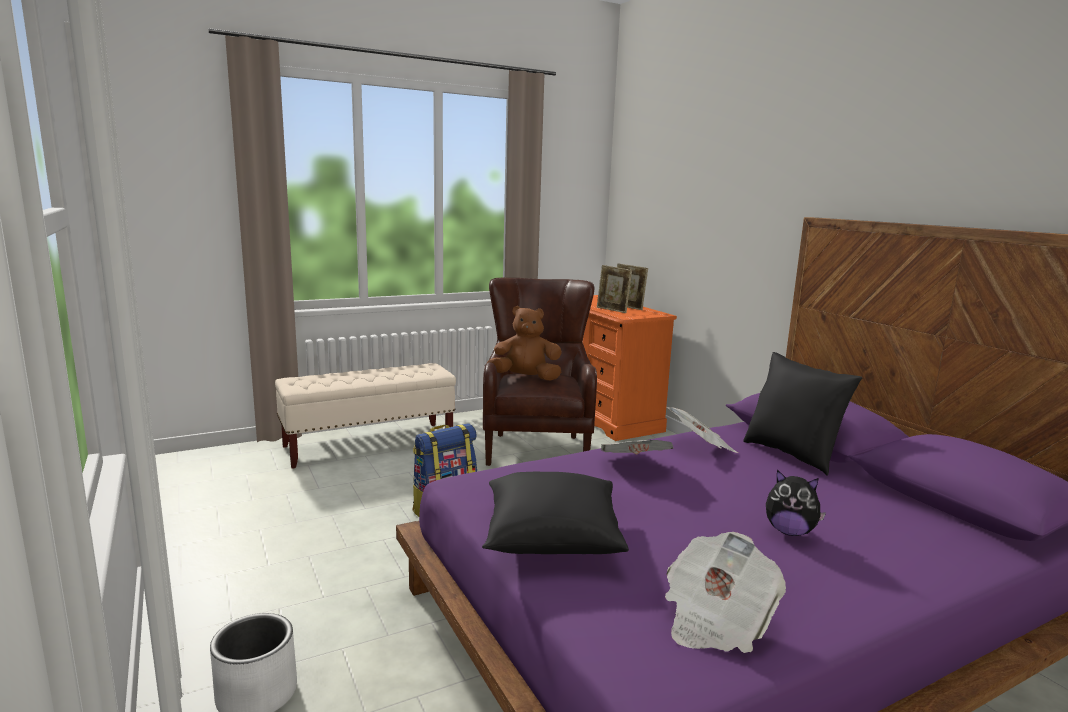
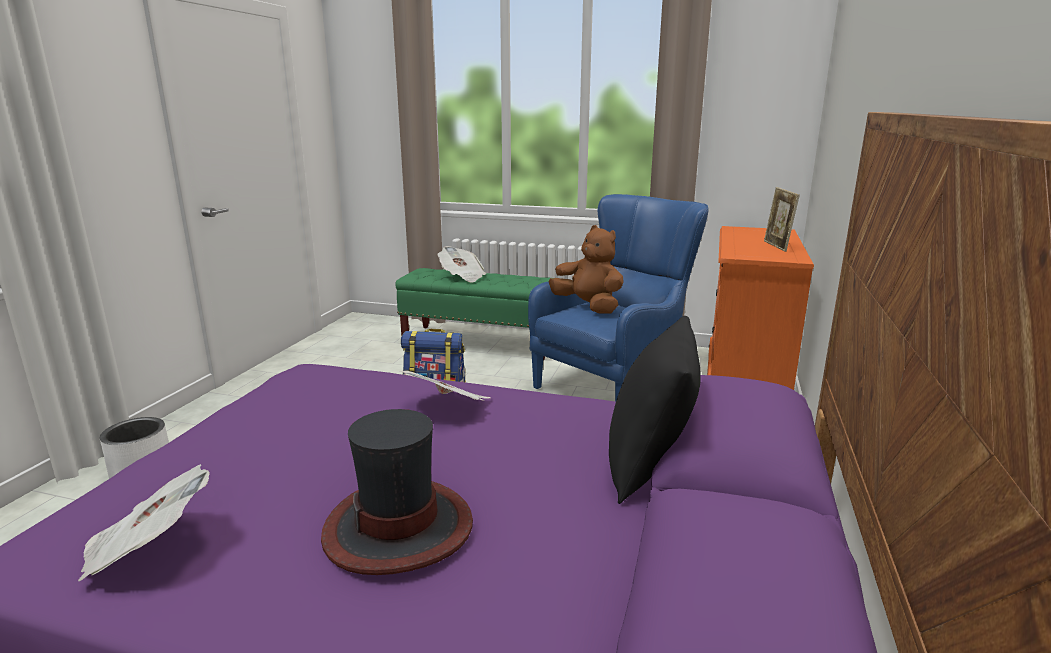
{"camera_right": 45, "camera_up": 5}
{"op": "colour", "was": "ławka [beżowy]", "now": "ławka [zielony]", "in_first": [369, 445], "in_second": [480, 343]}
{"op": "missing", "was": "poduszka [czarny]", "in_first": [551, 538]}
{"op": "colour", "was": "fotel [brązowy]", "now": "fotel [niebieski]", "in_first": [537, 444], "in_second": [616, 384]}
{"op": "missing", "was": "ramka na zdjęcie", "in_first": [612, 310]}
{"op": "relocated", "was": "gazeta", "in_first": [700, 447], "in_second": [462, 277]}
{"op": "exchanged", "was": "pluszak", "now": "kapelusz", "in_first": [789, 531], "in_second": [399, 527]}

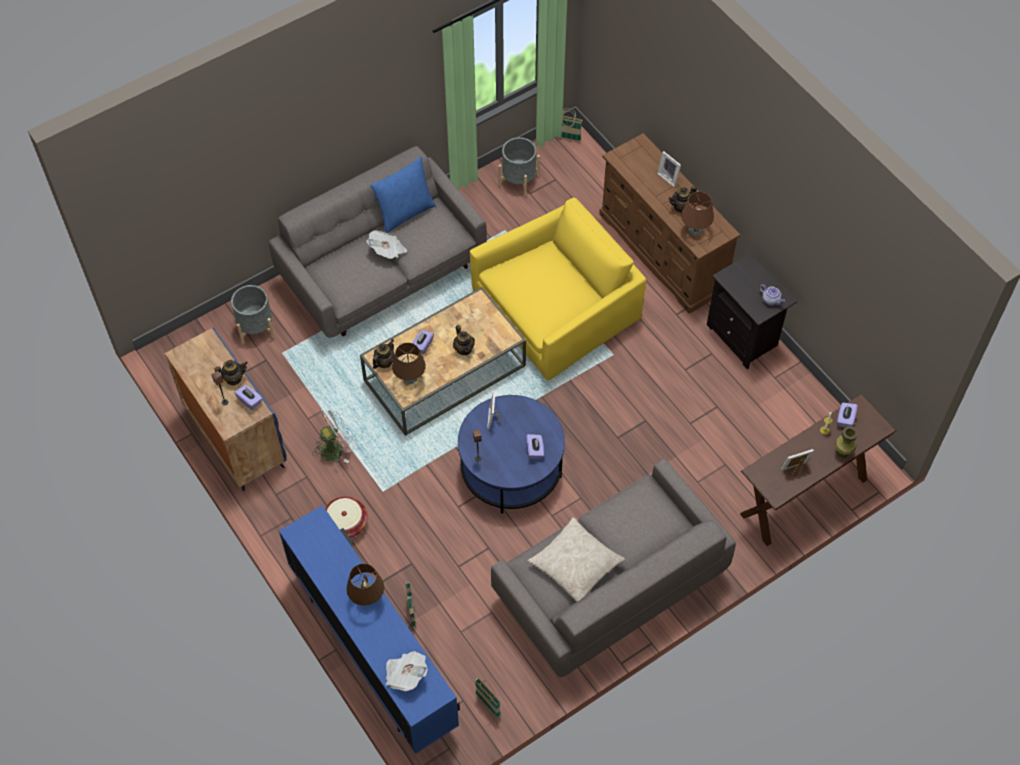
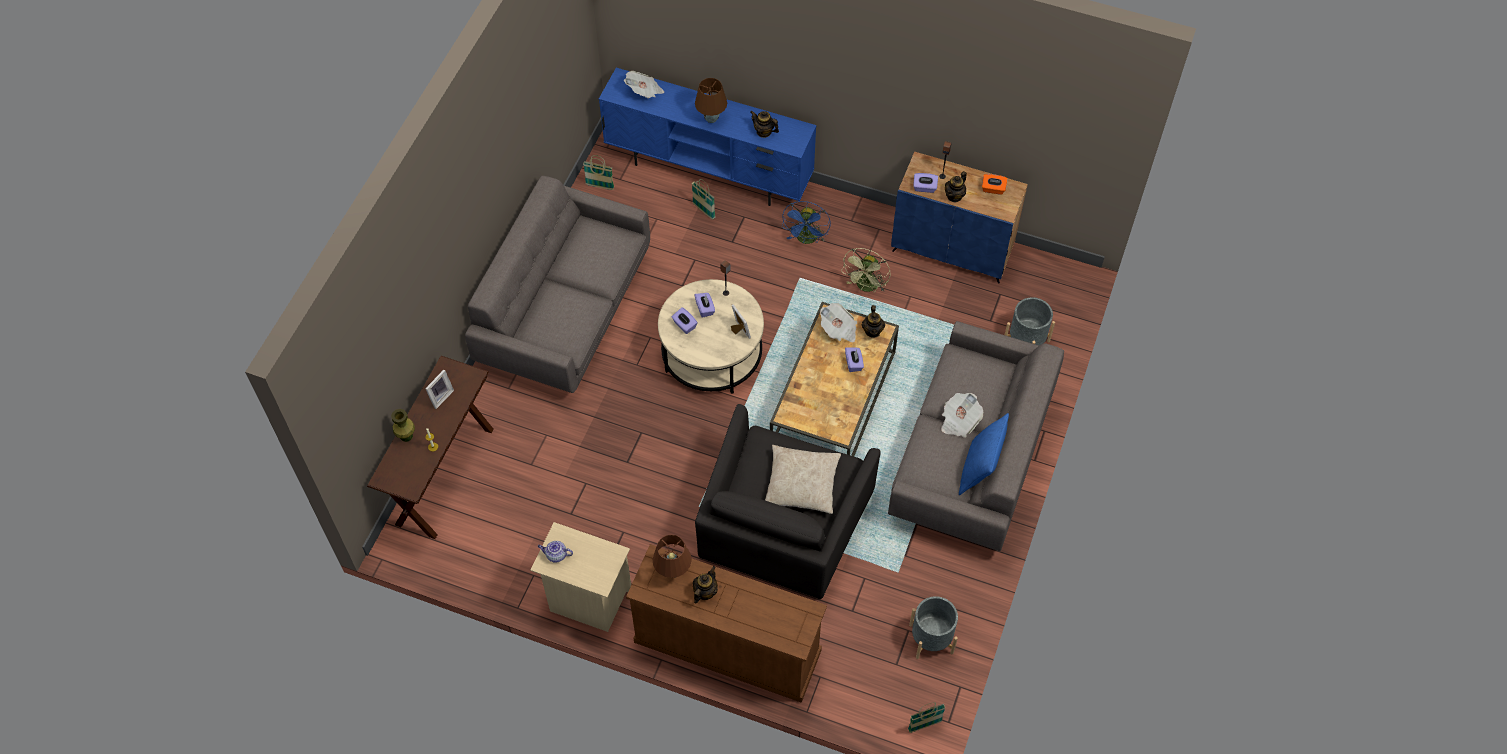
{"camera_right": 145, "camera_up": 0}
{"op": "colour", "was": "wentylator [biały]", "now": "wentylator [zielony]", "in_first": [336, 448], "in_second": [866, 287]}
{"op": "exchanged", "was": "koszyk", "now": "wentylator [niebieski]", "in_first": [346, 523], "in_second": [806, 240]}
{"op": "exchanged", "was": "lampa stołowa [brązowy]", "now": "gazeta", "in_first": [410, 379], "in_second": [839, 329]}
{"op": "relocated", "was": "imbryk", "in_first": [464, 349], "in_second": [764, 132]}
{"op": "colour", "was": "ława [niebieski]", "now": "ława [beżowy]", "in_first": [511, 469], "in_second": [712, 354]}
{"op": "colour", "was": "fotel [żółty]", "now": "fotel [czarny]", "in_first": [557, 309], "in_second": [783, 520]}
{"op": "relocated", "was": "poduszka [beżowy]", "in_first": [575, 564], "in_second": [802, 484]}
{"op": "missing", "was": "ramka na zdjęcie", "in_first": [669, 177]}
{"op": "colour", "was": "szafka nocna [czarny]", "now": "szafka nocna [beżowy]", "in_first": [744, 336], "in_second": [587, 600]}
{"op": "relocated", "was": "pudełko chusteczek [fioletowy]", "in_first": [845, 419], "in_second": [705, 309]}
{"op": "appeared", "now": "pudełko chusteczek [pomarańczowy]", "in_second": [993, 189]}

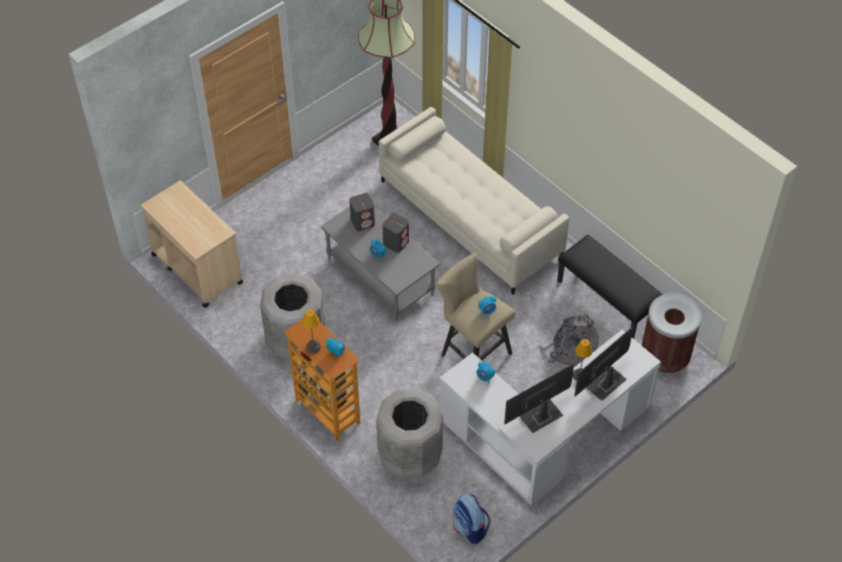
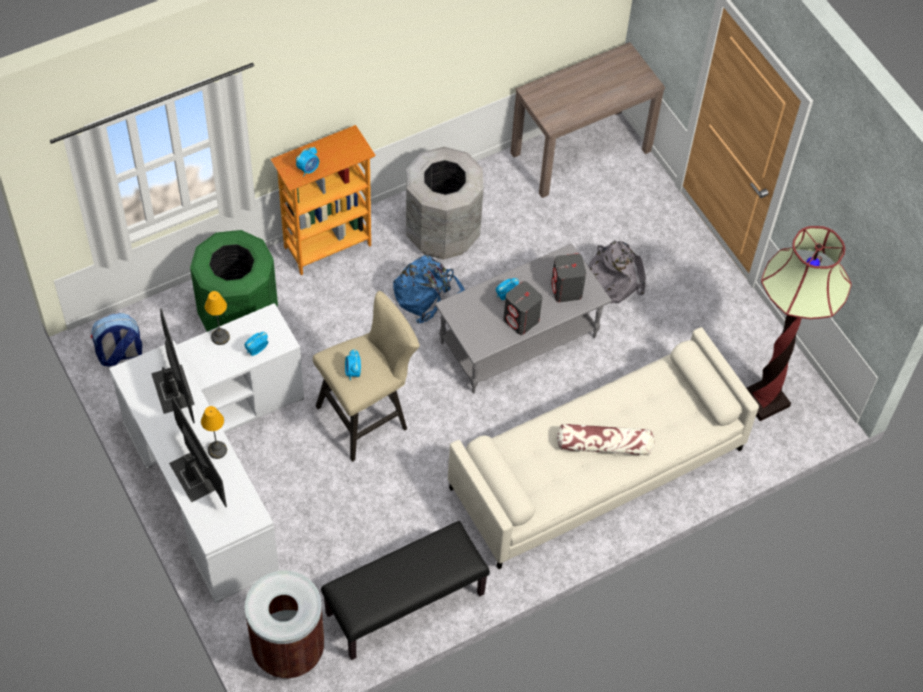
{"camera_right": 100, "camera_up": 5}
{"op": "exchanged", "was": "wózek [beżowy]", "now": "stolik konsolowy [brązowy]", "in_first": [197, 268], "in_second": [581, 151]}
{"op": "relocated", "was": "lampa stołowa", "in_first": [313, 347], "in_second": [220, 336]}
{"op": "colour", "was": "kosz na śmieci [szary]", "now": "kosz na śmieci [zielony]", "in_first": [410, 455], "in_second": [238, 316]}
{"op": "relocated", "was": "plecak [szary]", "in_first": [570, 349], "in_second": [612, 279]}
{"op": "appeared", "now": "plecak [niebieski]", "in_second": [426, 295]}
{"op": "appeared", "now": "poduszka", "in_second": [604, 445]}

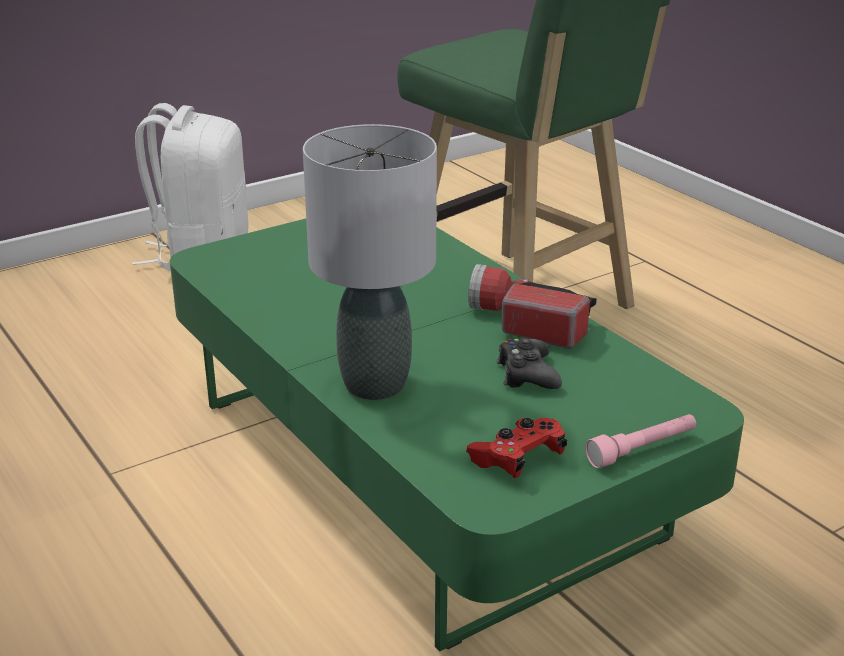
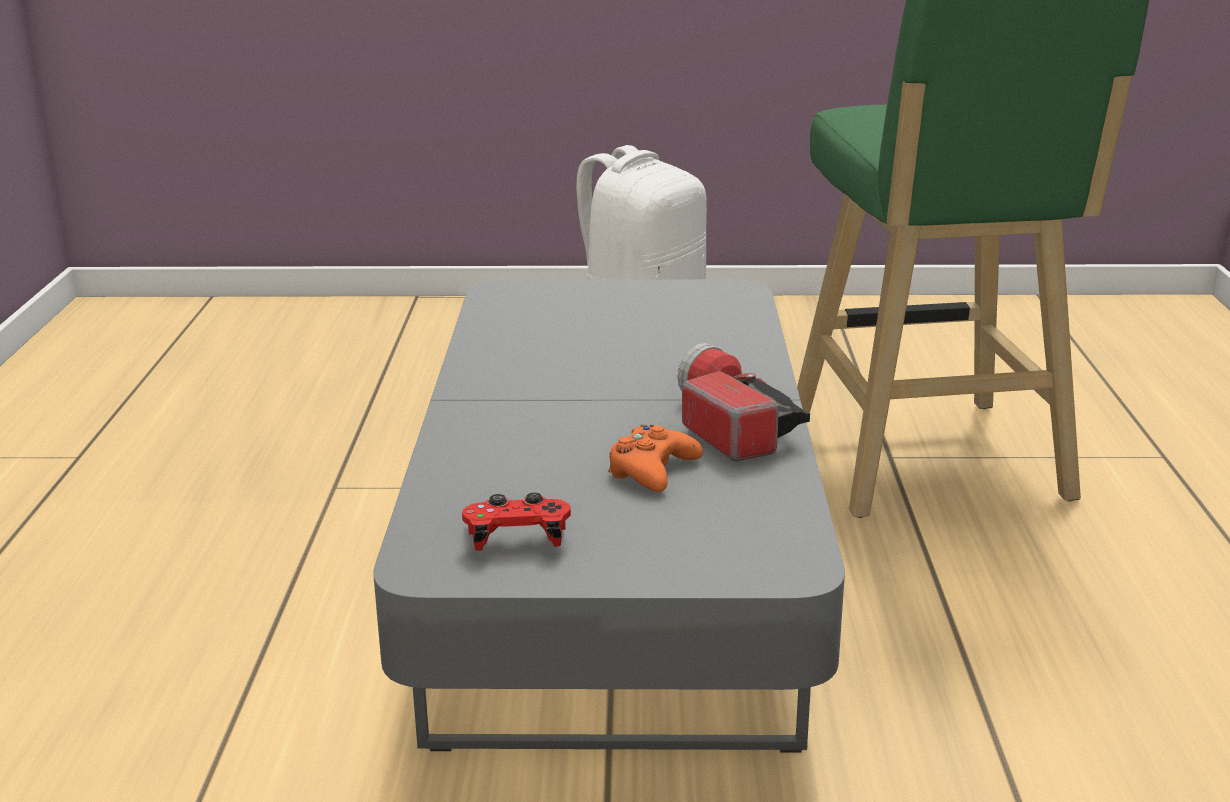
{"camera_right": 35, "camera_up": -5}
{"op": "colour", "was": "ława [zielony]", "now": "ława [szary]", "in_first": [421, 467], "in_second": [616, 580]}
{"op": "missing", "was": "lampa stołowa [szary]", "in_first": [375, 384]}
{"op": "colour", "was": "pad do gier [czarny]", "now": "pad do gier [pomarańczowy]", "in_first": [527, 374], "in_second": [652, 471]}
{"op": "missing", "was": "latarka [różowy]", "in_first": [642, 449]}

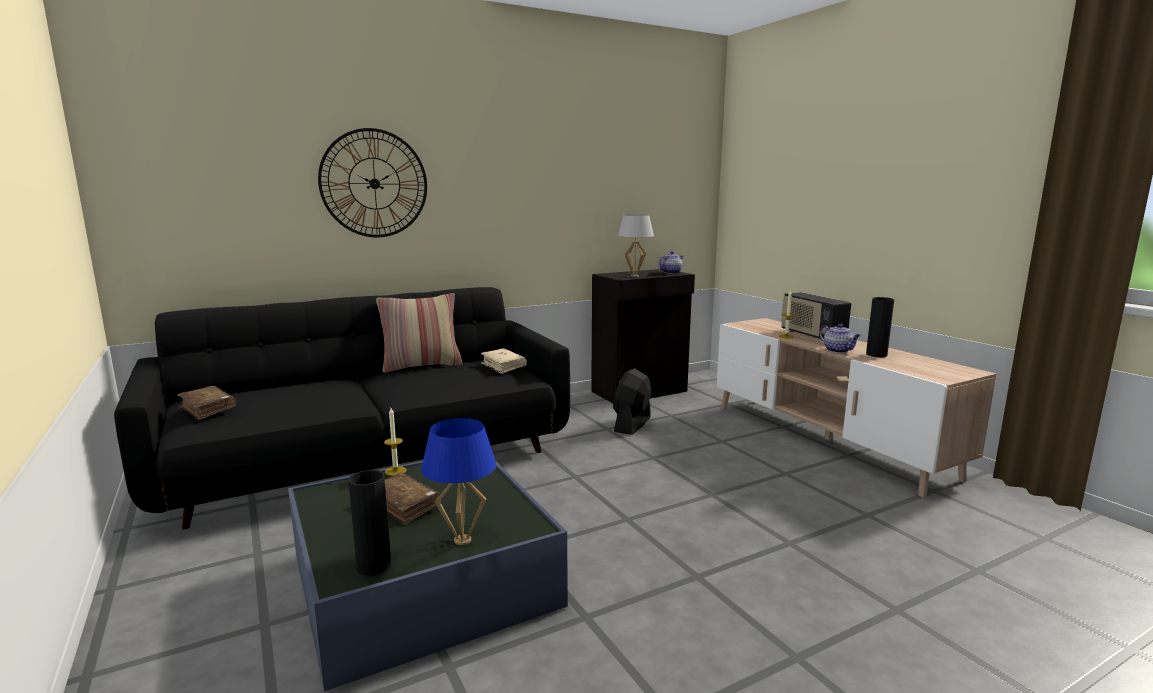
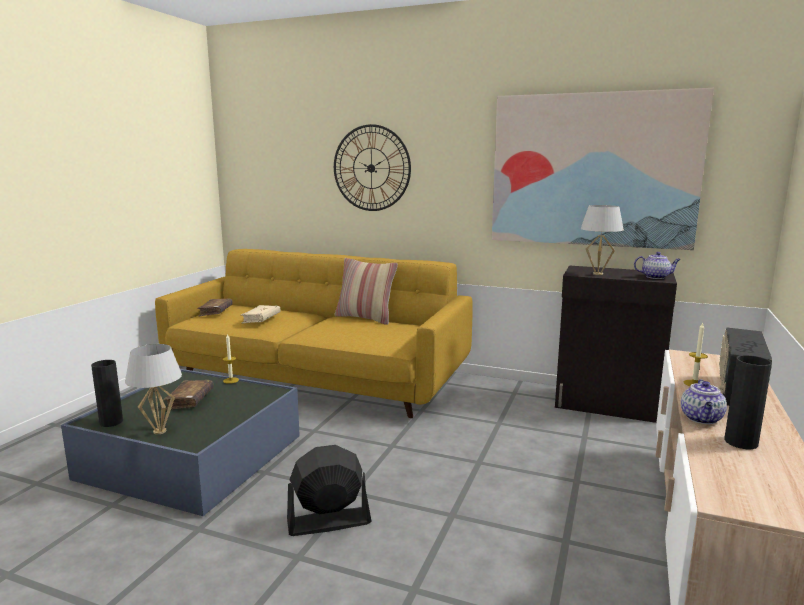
{"camera_right": 50, "camera_up": 0}
{"op": "colour", "was": "kanapa [czarny]", "now": "kanapa [żółty]", "in_first": [371, 459], "in_second": [316, 379]}
{"op": "colour", "was": "lampa stołowa [niebieski]", "now": "lampa stołowa [biały]", "in_first": [463, 540], "in_second": [160, 431]}
{"op": "relocated", "was": "książka [beżowy]", "in_first": [503, 366], "in_second": [261, 319]}
{"op": "relocated", "was": "wentylator [czarny]", "in_first": [632, 424], "in_second": [328, 522]}
{"op": "appeared", "now": "obraz", "in_second": [593, 170]}

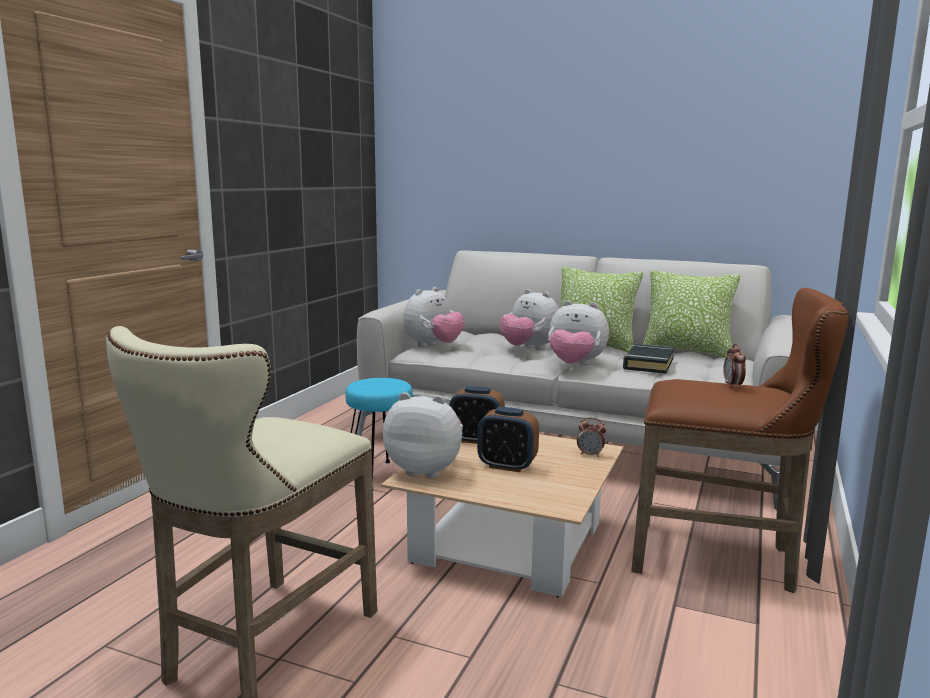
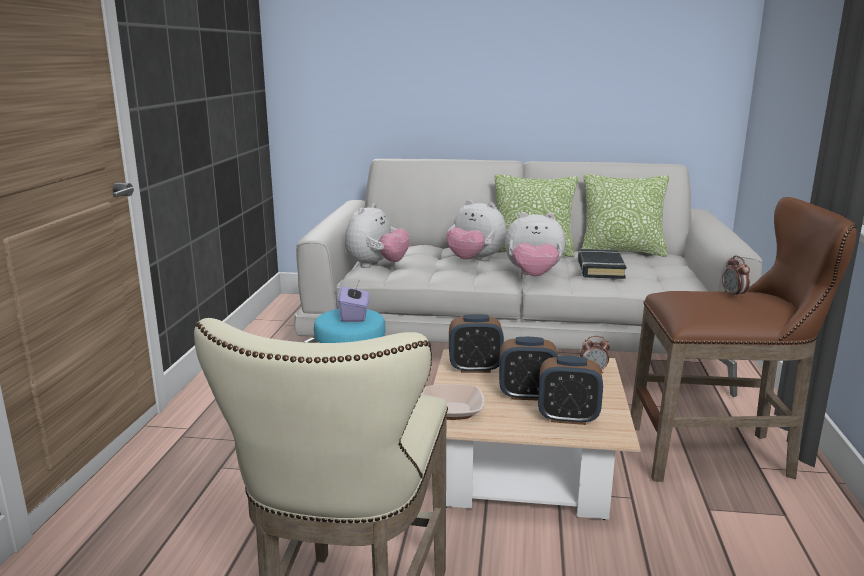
{"camera_right": -15, "camera_up": 5}
{"op": "exchanged", "was": "pluszak", "now": "miska", "in_first": [426, 470], "in_second": [452, 411]}
{"op": "appeared", "now": "pudełko chusteczek [fioletowy]", "in_second": [354, 316]}
{"op": "appeared", "now": "budzik", "in_second": [568, 418]}

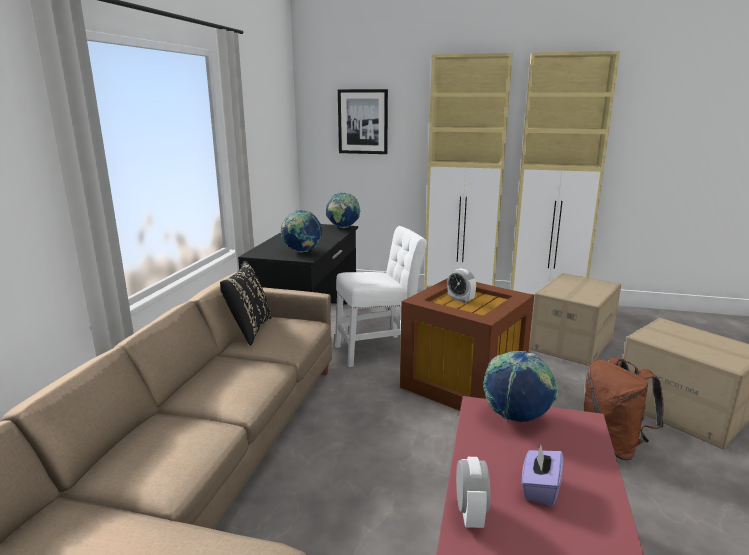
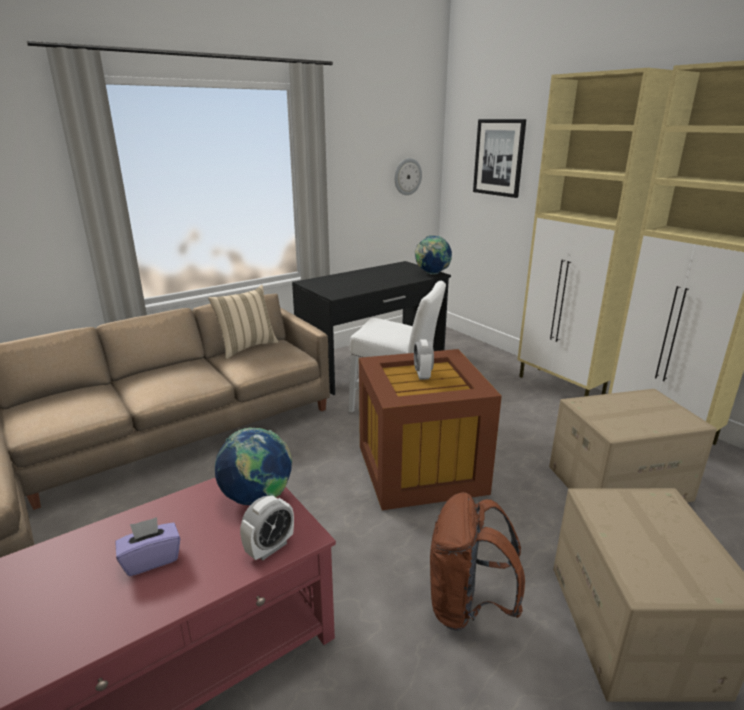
{"camera_right": 40, "camera_up": 5}
{"op": "colour", "was": "poduszka [czarny]", "now": "poduszka [beżowy]", "in_first": [249, 330], "in_second": [246, 347]}
{"op": "missing", "was": "globus", "in_first": [302, 251]}
{"op": "relocated", "was": "budzik", "in_first": [470, 514], "in_second": [270, 548]}
{"op": "appeared", "now": "zegar ścienny", "in_second": [407, 176]}

